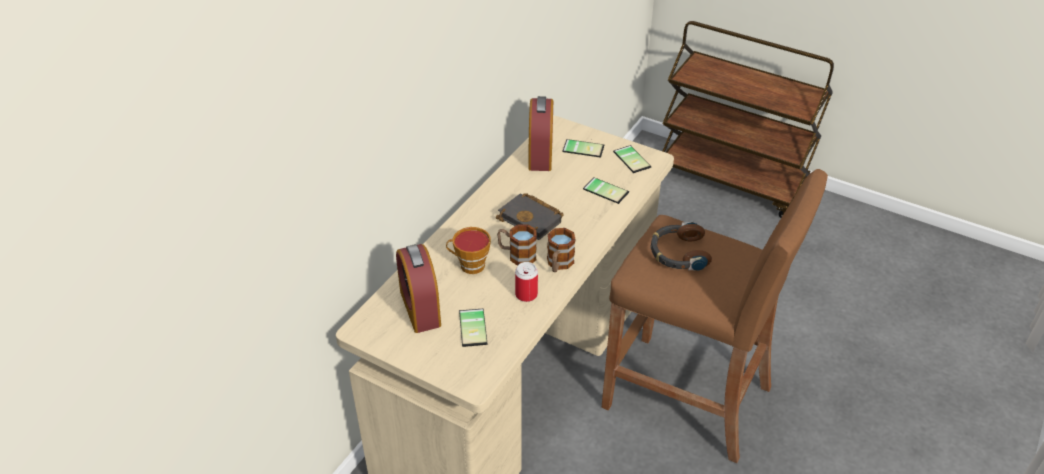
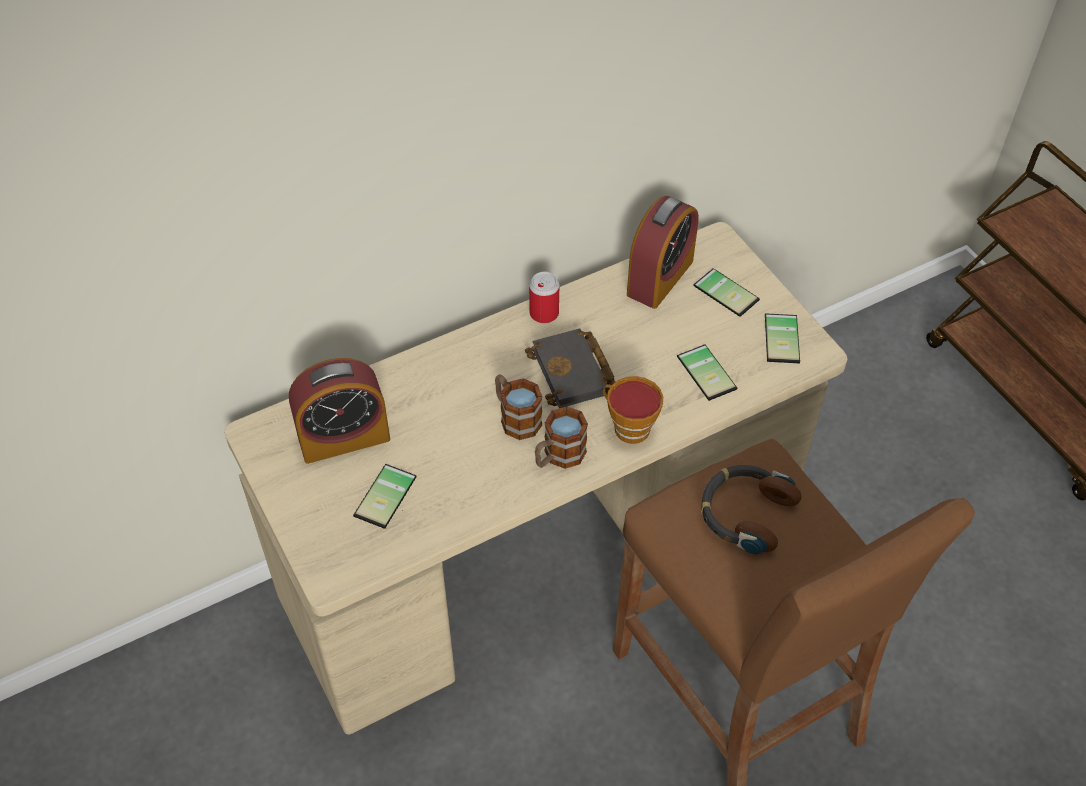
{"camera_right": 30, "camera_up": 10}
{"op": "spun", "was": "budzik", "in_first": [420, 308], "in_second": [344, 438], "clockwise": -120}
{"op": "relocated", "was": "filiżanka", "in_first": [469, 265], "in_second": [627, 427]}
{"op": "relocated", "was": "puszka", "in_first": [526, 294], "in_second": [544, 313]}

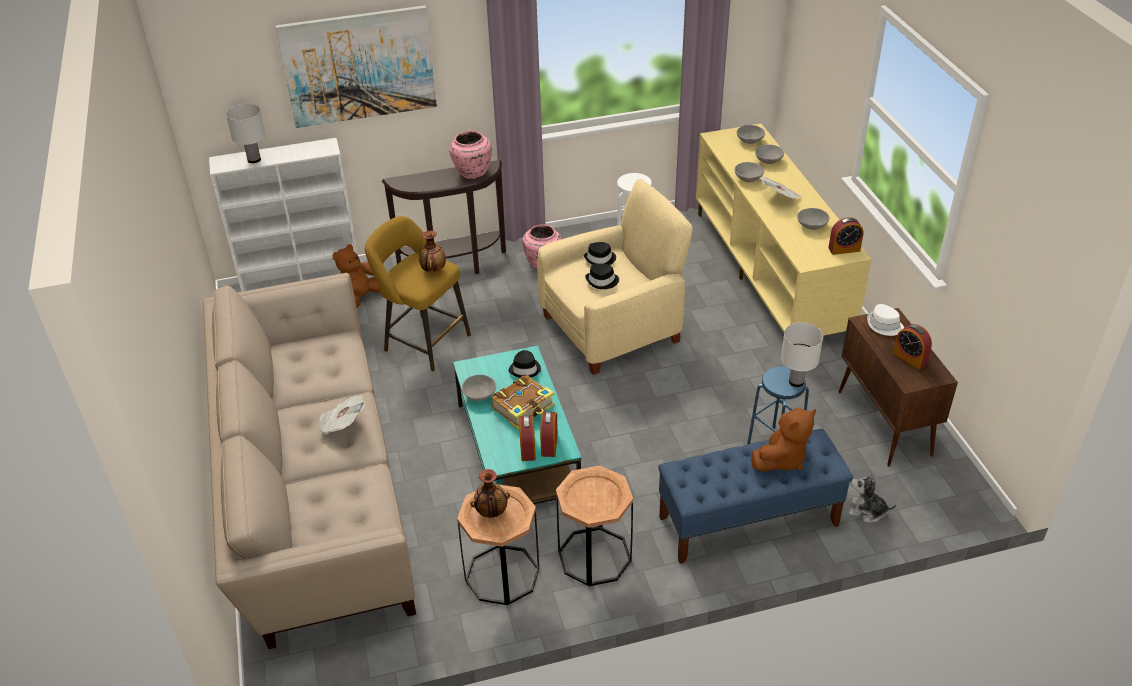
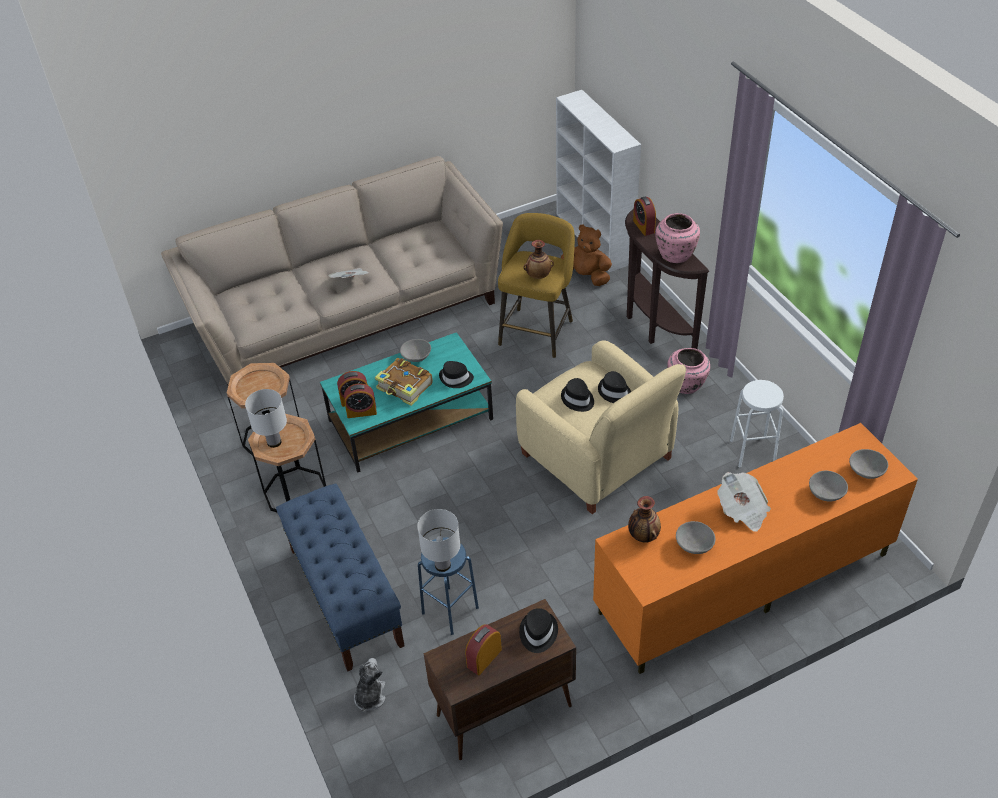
{"camera_right": 80, "camera_up": 5}
{"op": "relocated", "was": "lampa stołowa [biały]", "in_first": [254, 159], "in_second": [274, 442]}
{"op": "missing", "was": "obraz", "in_first": [359, 66]}
{"op": "relocated", "was": "wazon", "in_first": [491, 512], "in_second": [643, 535]}
{"op": "colour", "was": "szafka pod telewizor [beżowy]", "now": "szafka pod telewizor [pomarańczowy]", "in_first": [769, 273], "in_second": [743, 584]}
{"op": "missing", "was": "miska [szary]", "in_first": [748, 178]}
{"op": "missing", "was": "pluszak [brązowy]", "in_first": [781, 459]}
{"op": "relocated", "was": "budzik", "in_first": [844, 249], "in_second": [643, 226]}
{"op": "colour", "was": "kapelusz [biały]", "now": "kapelusz [czarny]", "in_first": [884, 325], "in_second": [537, 633]}

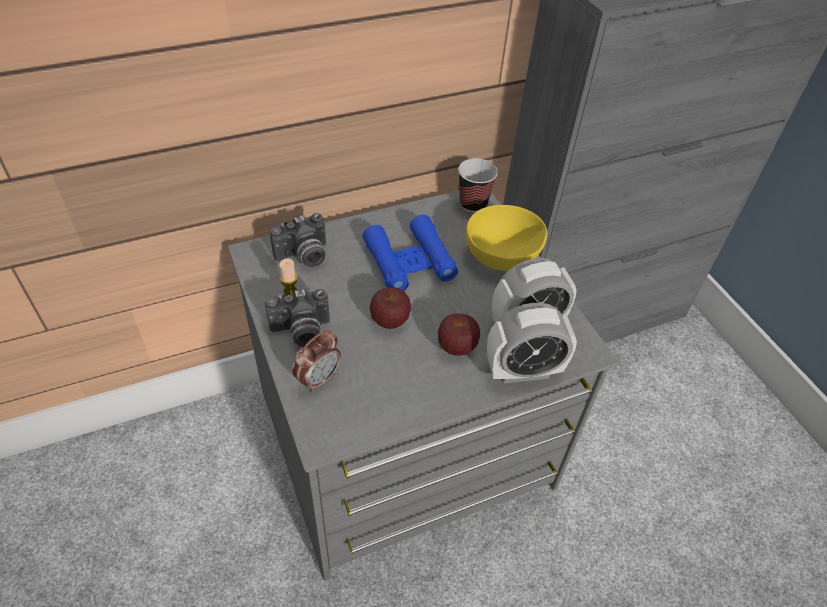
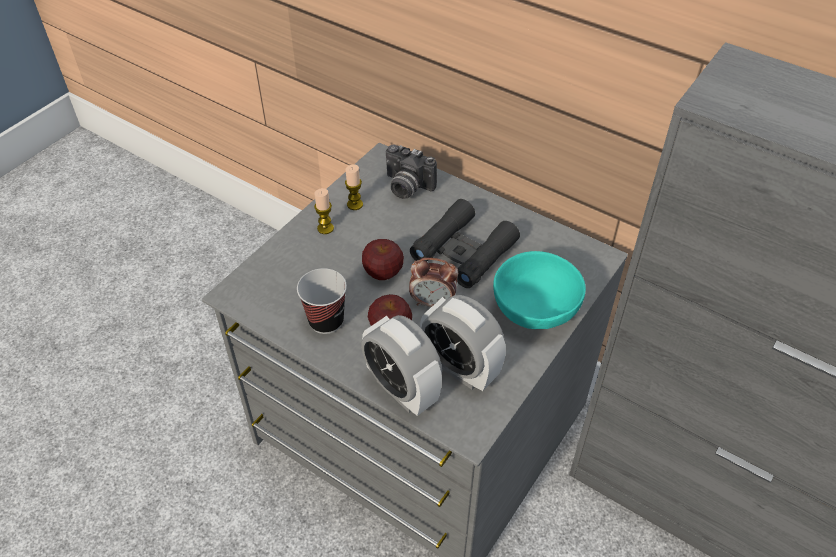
{"camera_right": 60, "camera_up": 0}
{"op": "exchanged", "was": "aparat fotograficzny", "now": "świeca", "in_first": [301, 332], "in_second": [325, 228]}
{"op": "relocated", "was": "budzik", "in_first": [318, 379], "in_second": [433, 302]}
{"op": "colour", "was": "lornetka [niebieski]", "now": "lornetka [czarny]", "in_first": [409, 261], "in_second": [464, 251]}
{"op": "relocated", "was": "filiżanka", "in_first": [473, 204], "in_second": [326, 321]}
{"op": "colour", "was": "miska [żółty]", "now": "miska [turkusowy]", "in_first": [503, 257], "in_second": [535, 313]}

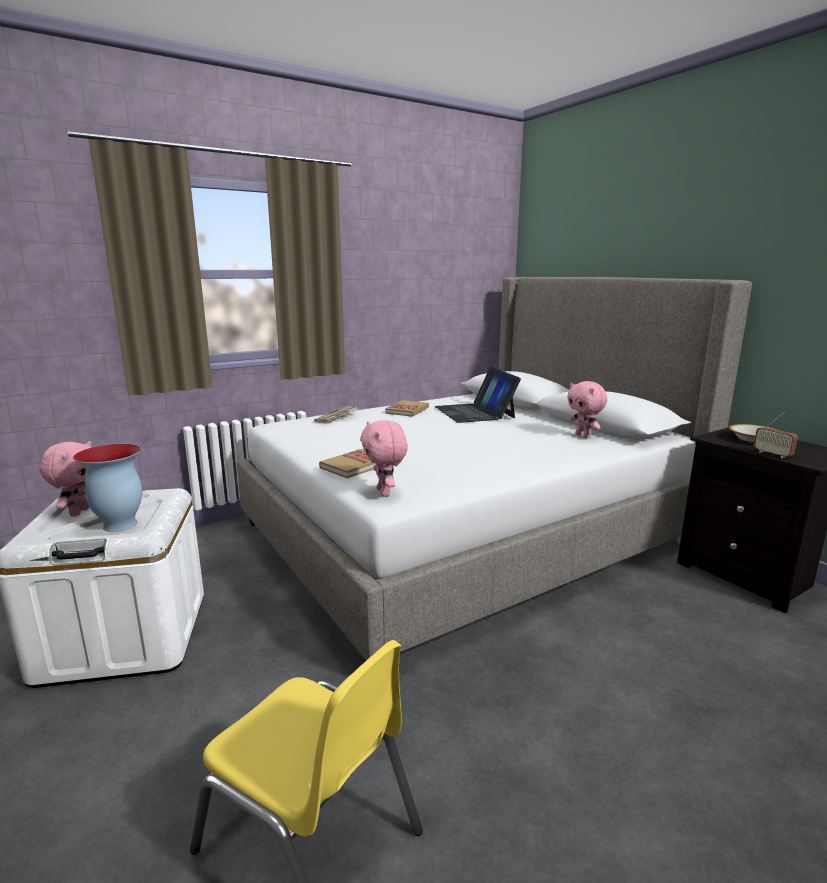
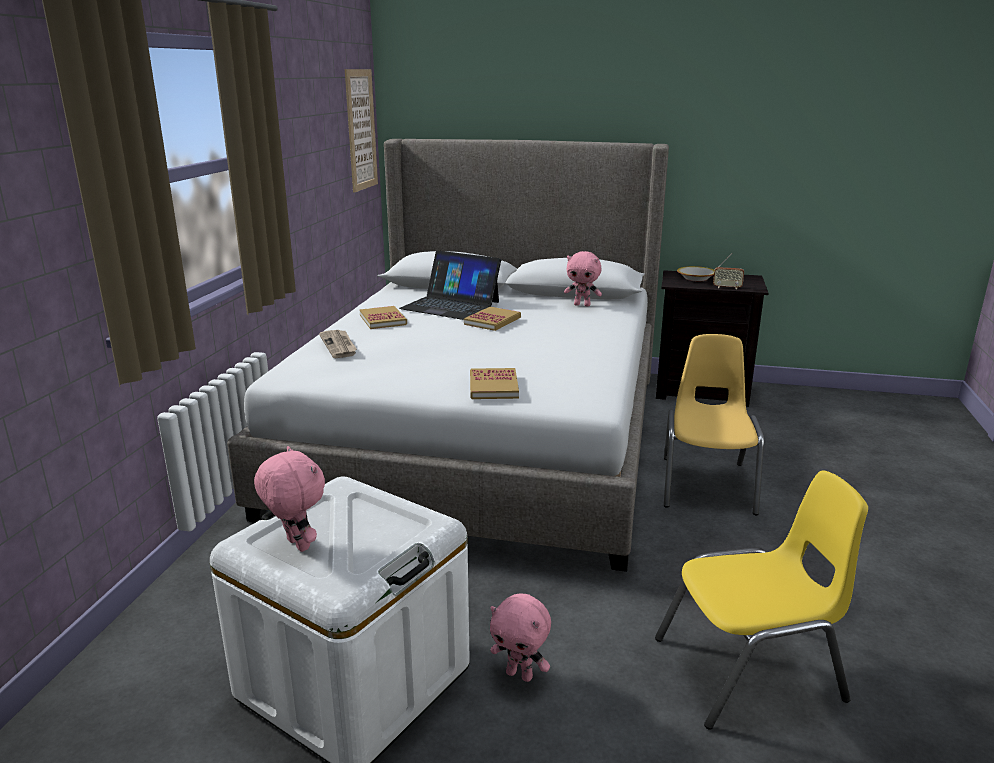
{"camera_right": -45, "camera_up": 5}
{"op": "missing", "was": "wazon", "in_first": [119, 525]}
{"op": "relocated", "was": "pluszak [różowy]", "in_first": [385, 492], "in_second": [520, 674]}
{"op": "appeared", "now": "obraz", "in_second": [361, 130]}
{"op": "appeared", "now": "książka", "in_second": [492, 321]}
{"op": "appeared", "now": "krzesło [żółty]", "in_second": [706, 484]}

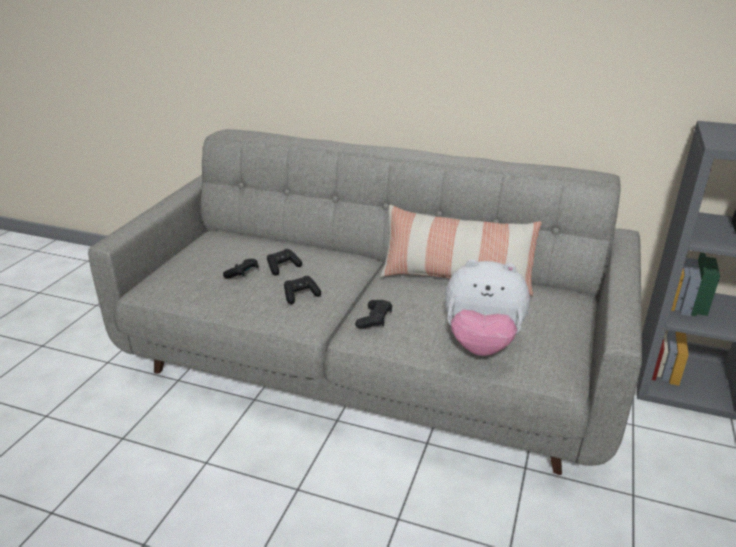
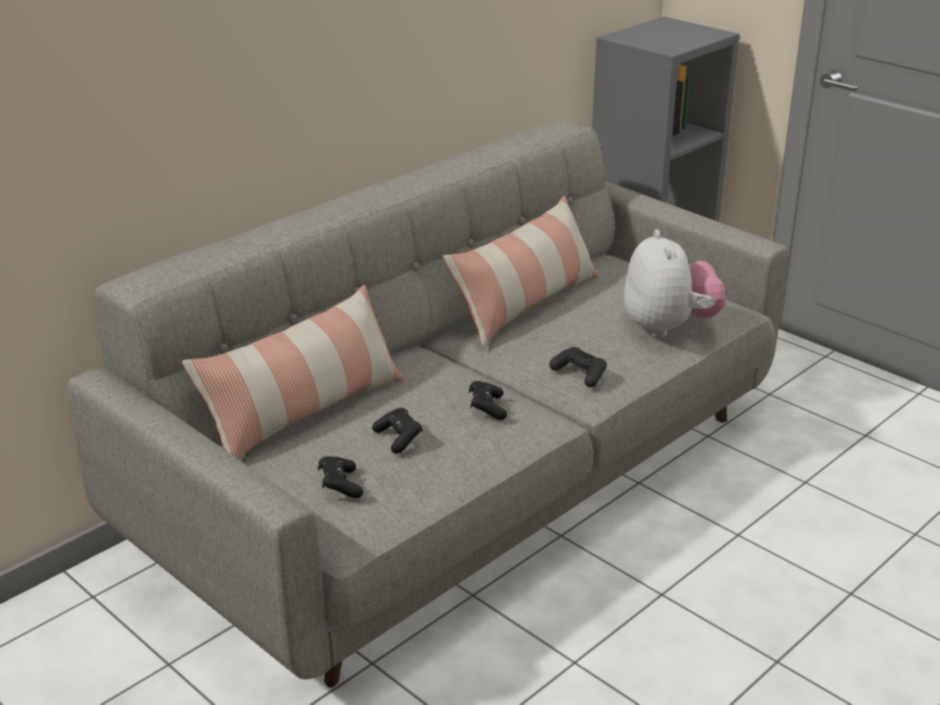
{"camera_right": -65, "camera_up": 0}
{"op": "relocated", "was": "pad do gier [czarny]", "in_first": [283, 267], "in_second": [340, 486]}
{"op": "spun", "was": "pluszak", "in_first": [481, 344], "in_second": [669, 328], "clockwise": -45}
{"op": "appeared", "now": "poduszka", "in_second": [304, 413]}

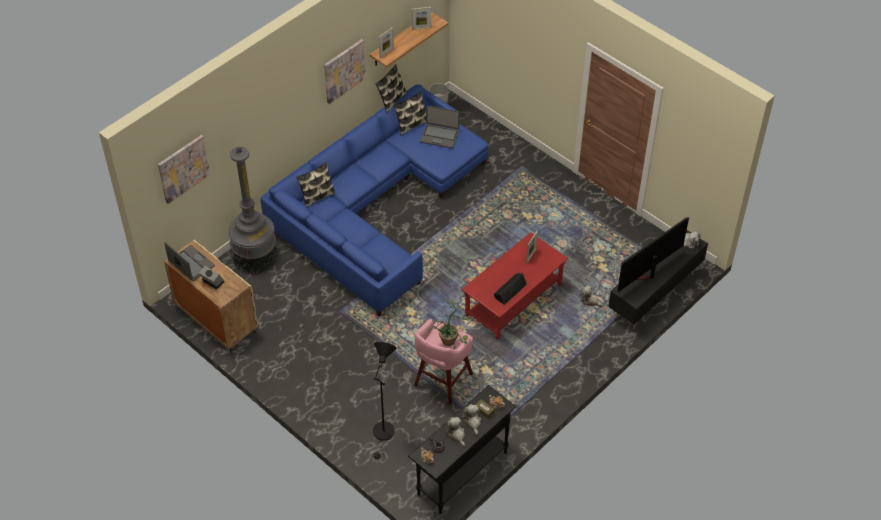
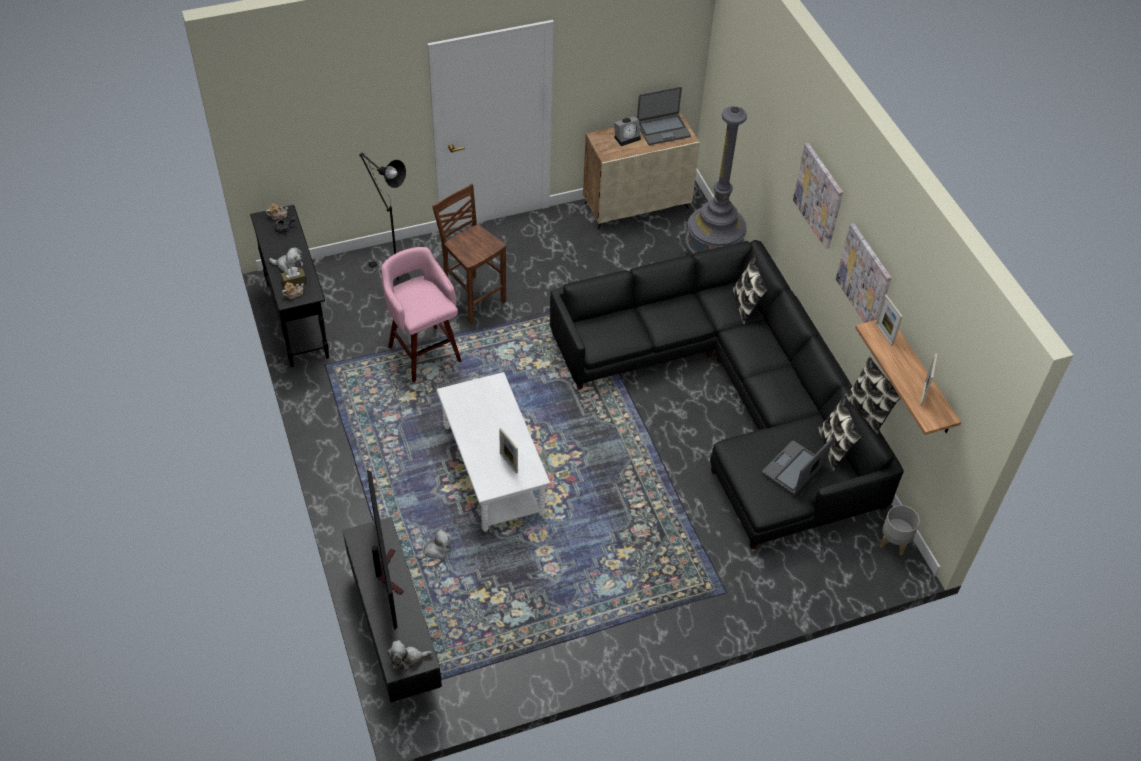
{"camera_right": 115, "camera_up": 0}
{"op": "relocated", "was": "obraz", "in_first": [183, 168], "in_second": [819, 195]}
{"op": "colour", "was": "kanapa [niebieski]", "now": "kanapa [czarny]", "in_first": [375, 206], "in_second": [732, 397]}
{"op": "missing", "was": "roślina doniczkowa", "in_first": [452, 340]}
{"op": "missing", "was": "pluszak", "in_first": [456, 435]}
{"op": "colour", "was": "ława [czerwony]", "now": "ława [biały]", "in_first": [513, 299], "in_second": [493, 470]}
{"op": "missing", "was": "głośnik [czarny]", "in_first": [509, 290]}
{"op": "appeared", "now": "stołek [brązowy]", "in_second": [472, 298]}

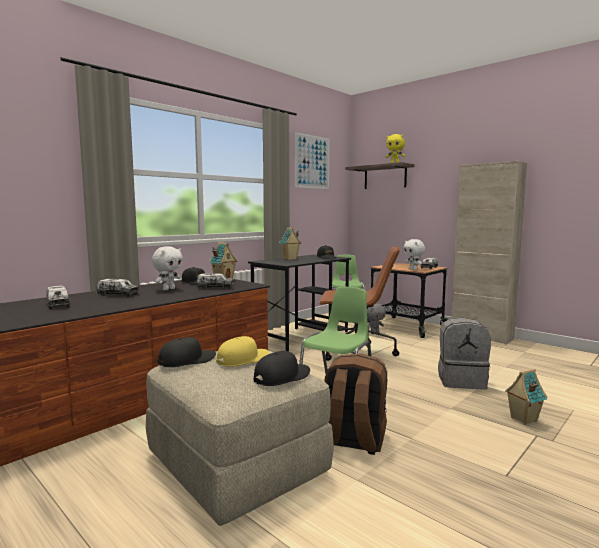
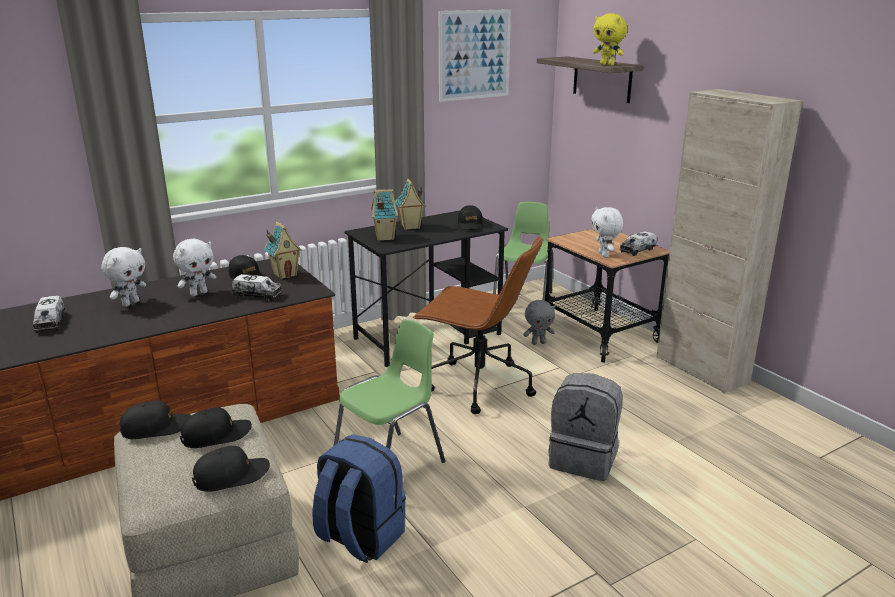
{"camera_right": 15, "camera_up": 15}
{"op": "exchanged", "was": "ciężarówka zabawkowa", "now": "pluszak [biały]", "in_first": [118, 295], "in_second": [130, 303]}
{"op": "colour", "was": "czapka z daszkiem [żółty]", "now": "czapka z daszkiem [czarny]", "in_first": [243, 359], "in_second": [216, 435]}
{"op": "colour", "was": "plecak [brązowy]", "now": "plecak [niebieski]", "in_first": [353, 441], "in_second": [359, 537]}
{"op": "relocated", "was": "domek", "in_first": [523, 419], "in_second": [384, 237]}

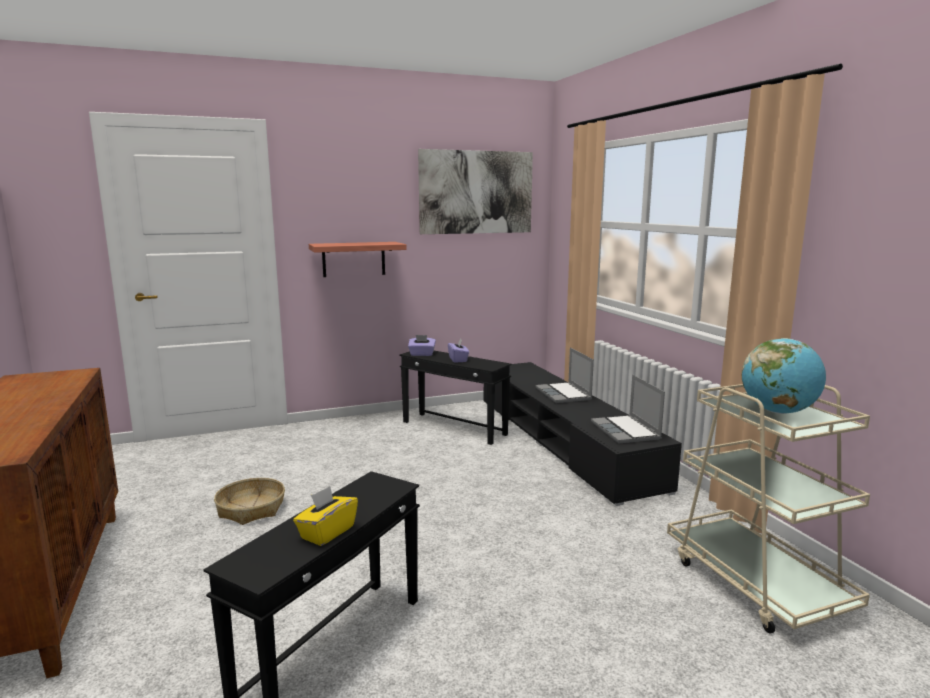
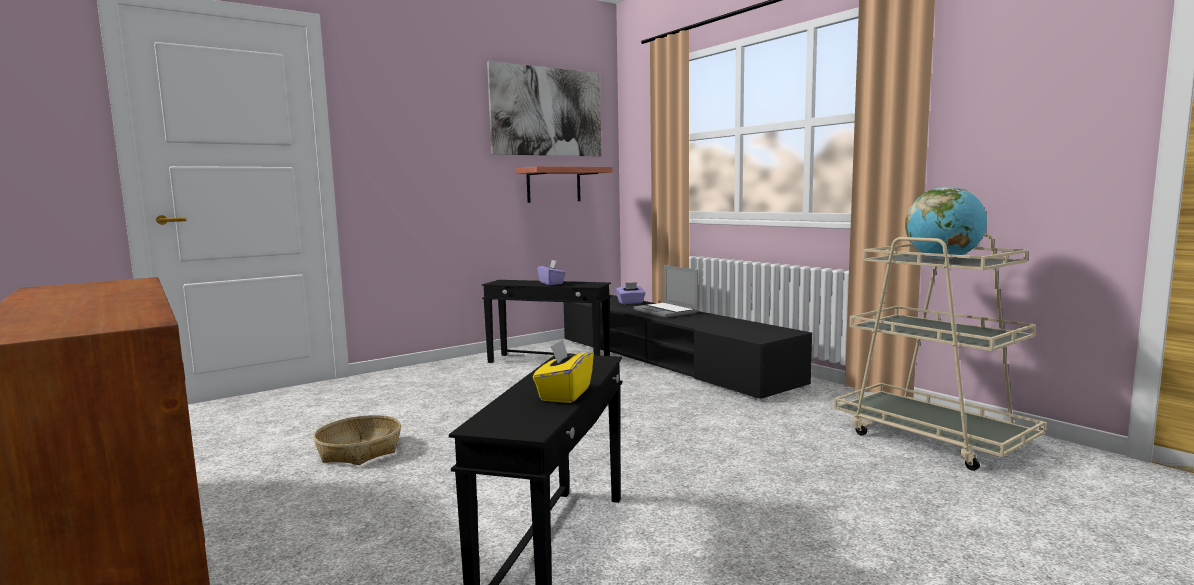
{"camera_right": -15, "camera_up": -5}
{"op": "relocated", "was": "półka", "in_first": [353, 259], "in_second": [553, 185]}
{"op": "relocated", "was": "pudełko chusteczek [fioletowy]", "in_first": [422, 354], "in_second": [630, 302]}
{"op": "missing", "was": "laptop", "in_first": [626, 431]}

